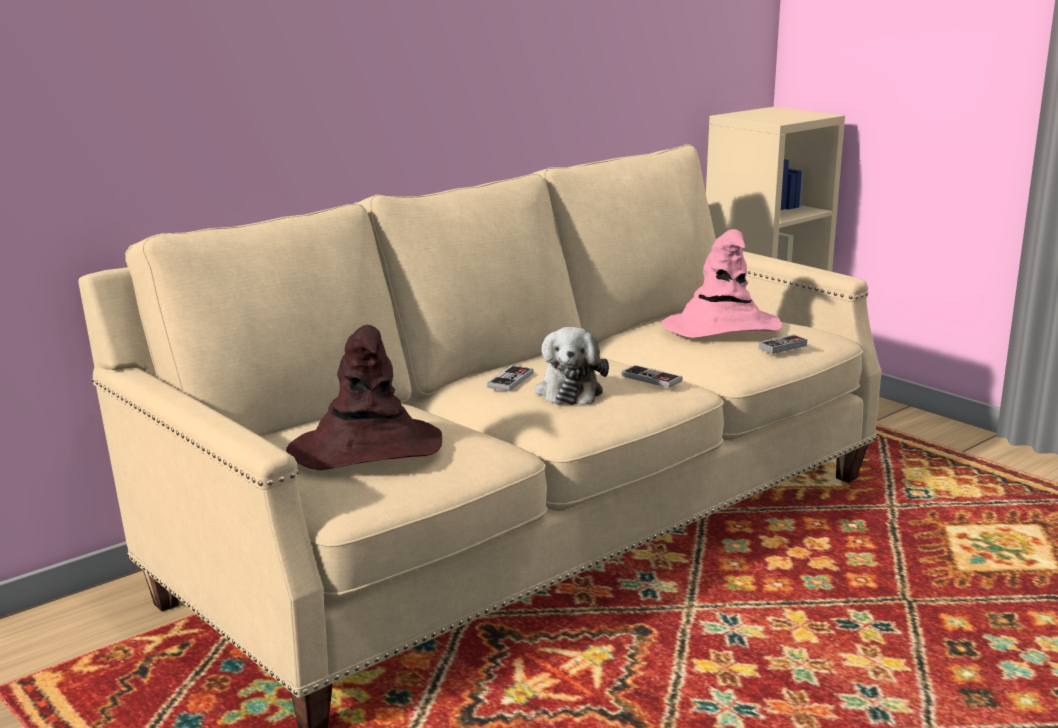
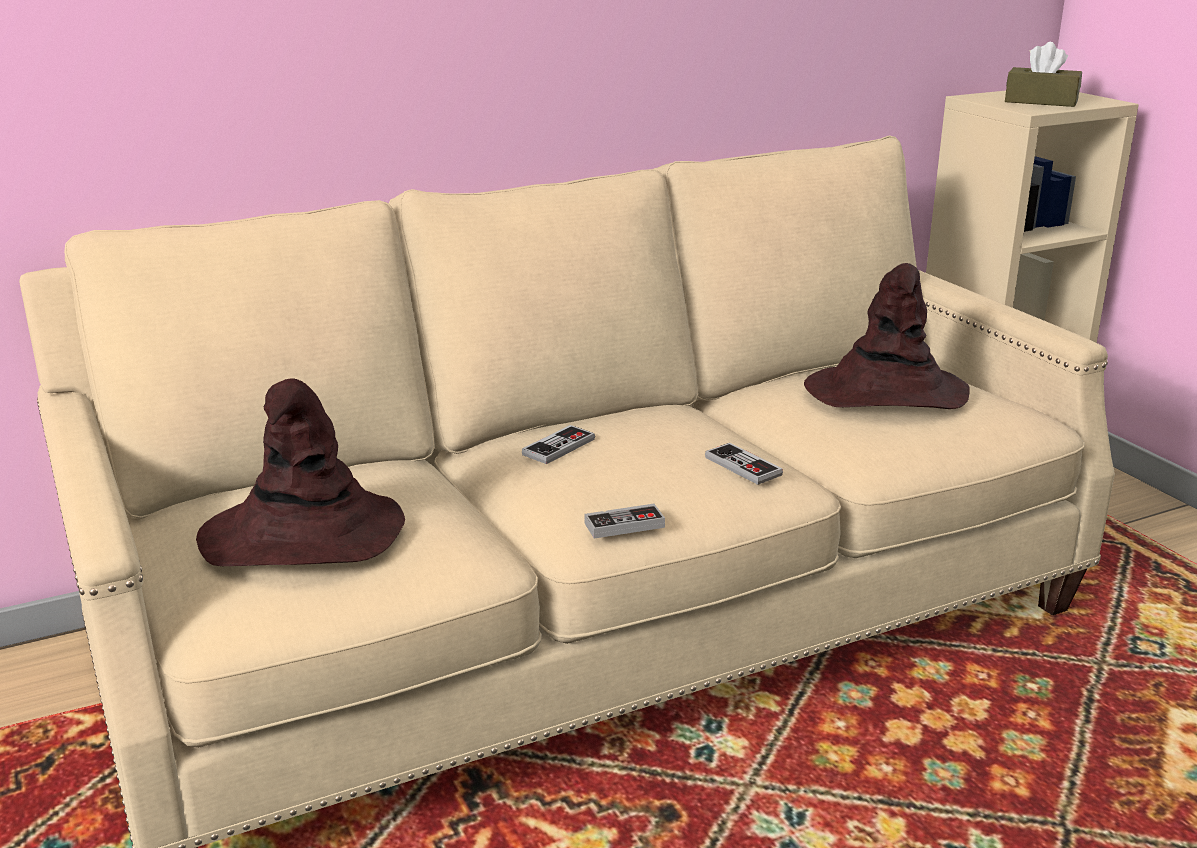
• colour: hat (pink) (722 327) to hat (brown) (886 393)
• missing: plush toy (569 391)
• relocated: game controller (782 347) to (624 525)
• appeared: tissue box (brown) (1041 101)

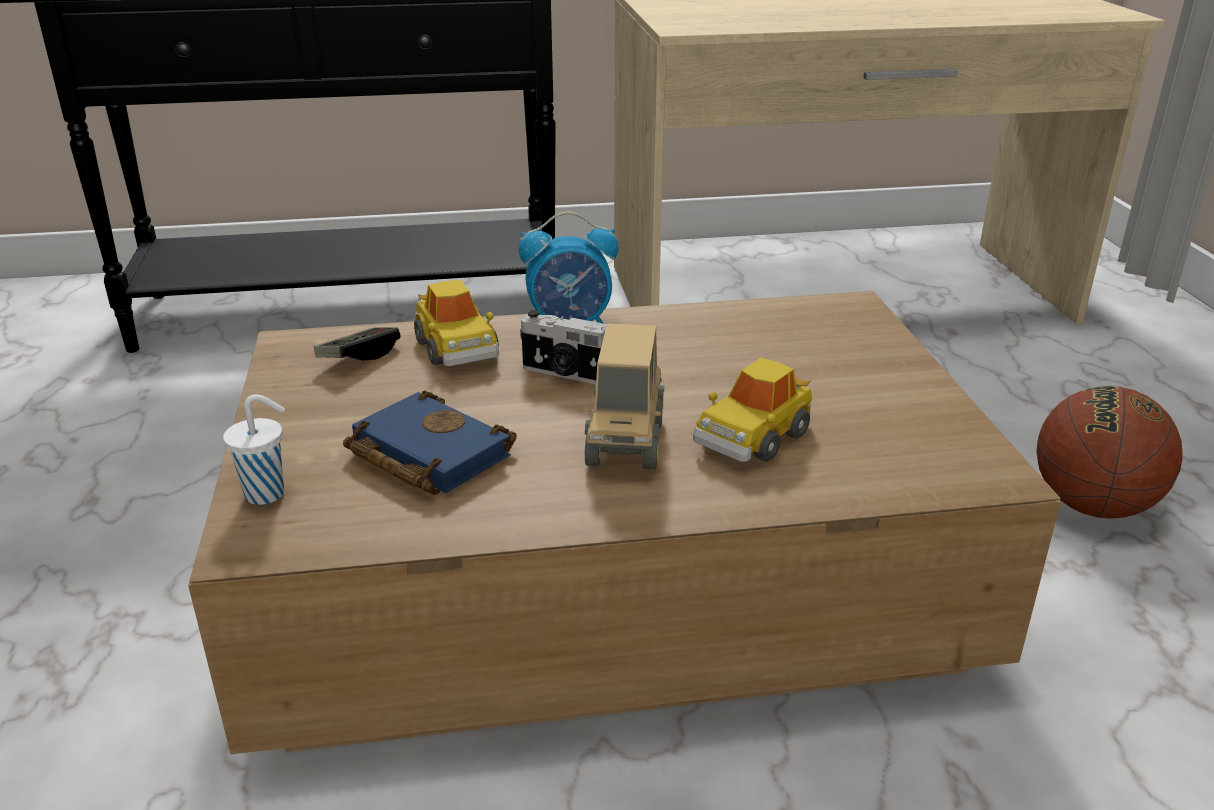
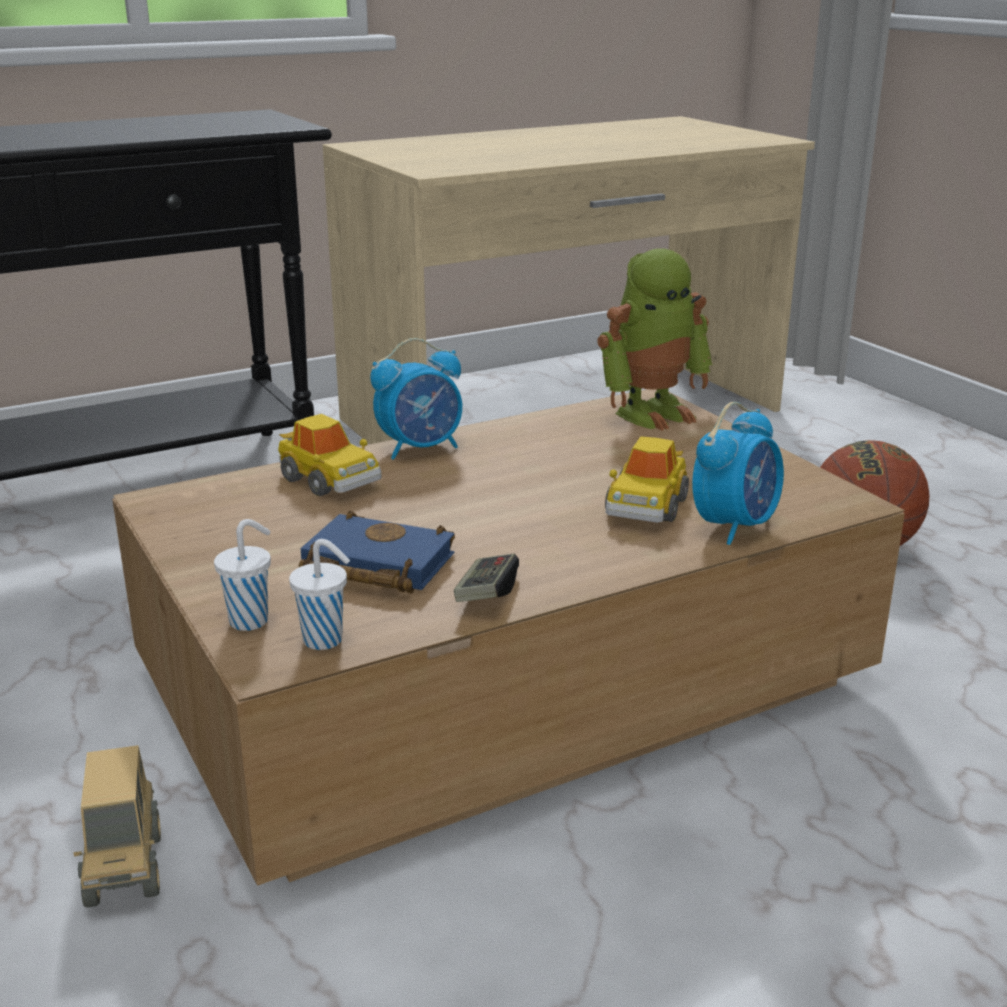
• missing: photo camera (566 374)
• relocated: toy truck (625 443) to (124 868)
• relocated: game controller (359 356) to (486 593)
• appeared: toy robot (652 412)
• appeared: alarm clock (735 526)
• appeared: cup (white) (325 641)

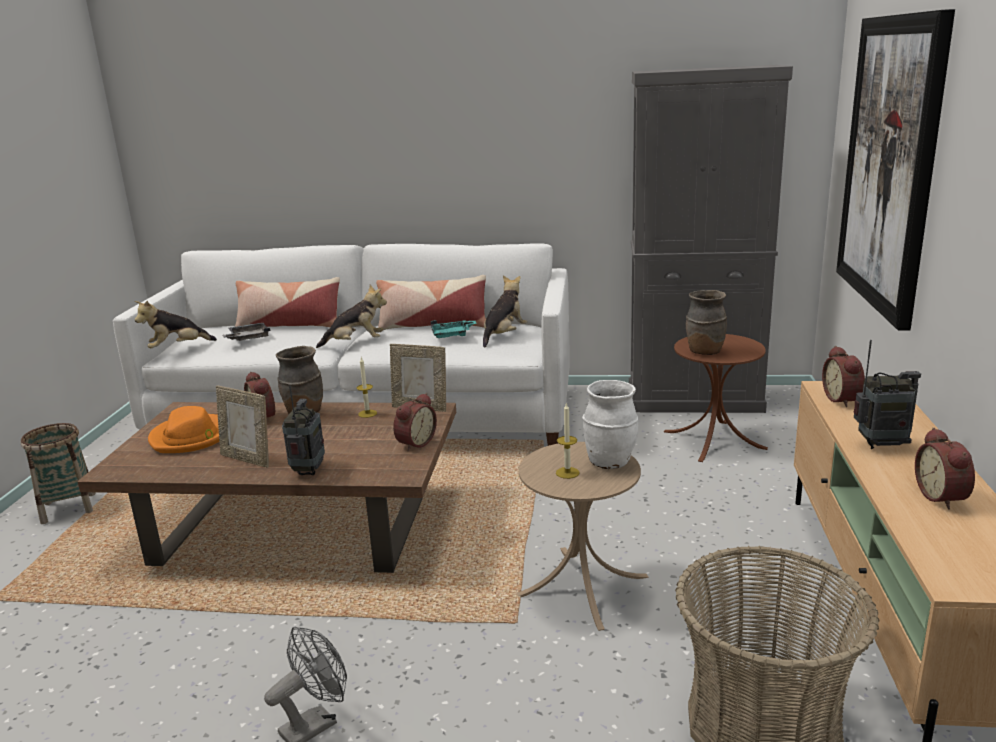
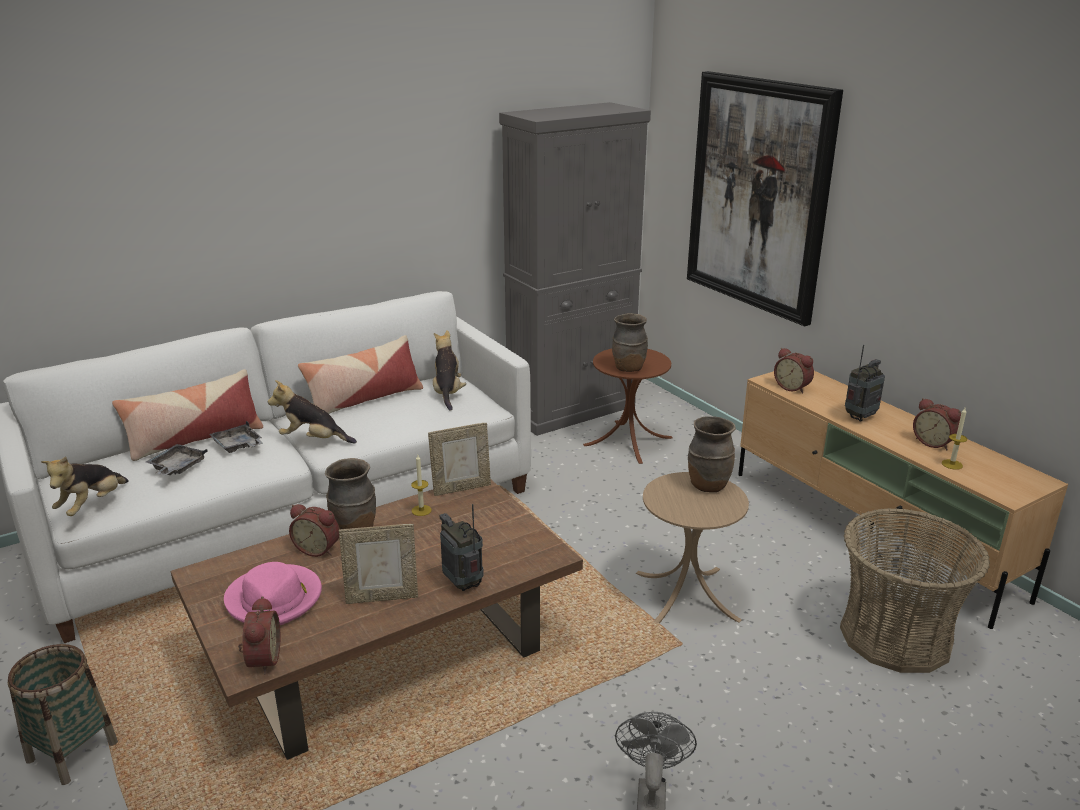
• spun: plush toy (356 343) = (313 440) 120 degrees counterclockwise
• missing: tray (turquoise) (452 335)
• colour: vase (white) (610 462) to vase (brown) (708 485)
• relocated: alarm clock (414 443) to (261 659)
• relocated: candle (567 473) to (952 464)
• colour: hat (orange) (191 437) to hat (pink) (275 599)
• appeared: tray (grey) (238 446)

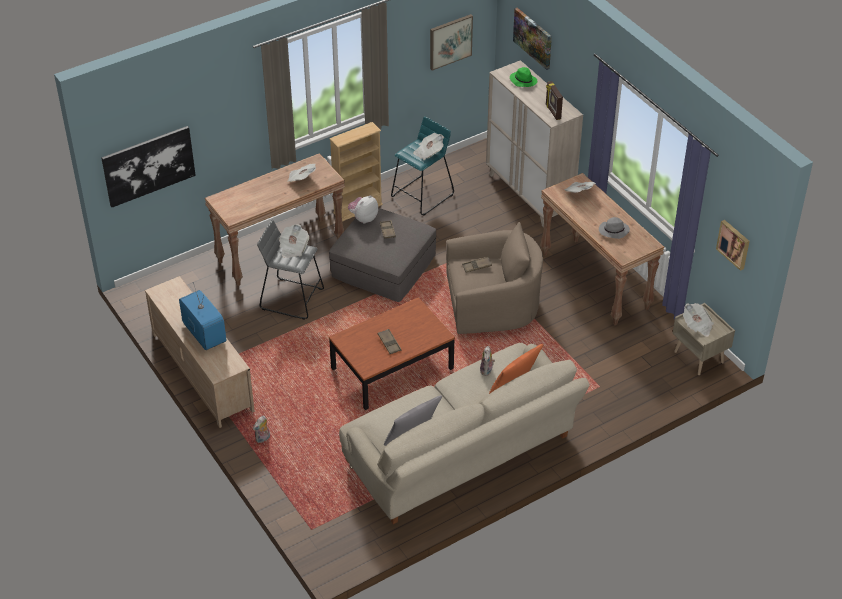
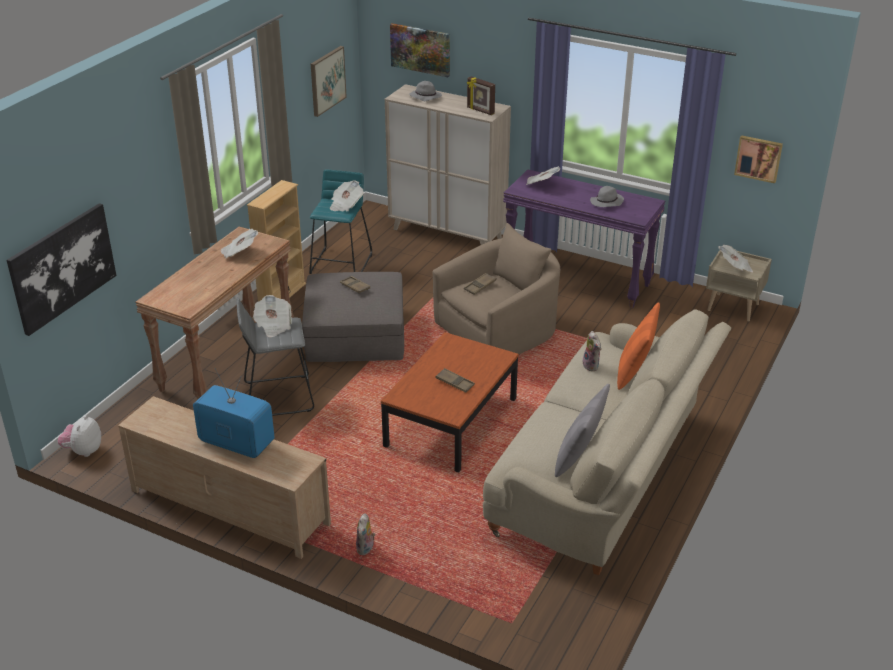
• colour: hat (green) (523 80) to hat (grey) (425 97)
• colour: console table (brown) (595 281) to console table (purple) (578 279)
• relocated: plush toy (363 218) to (83 451)

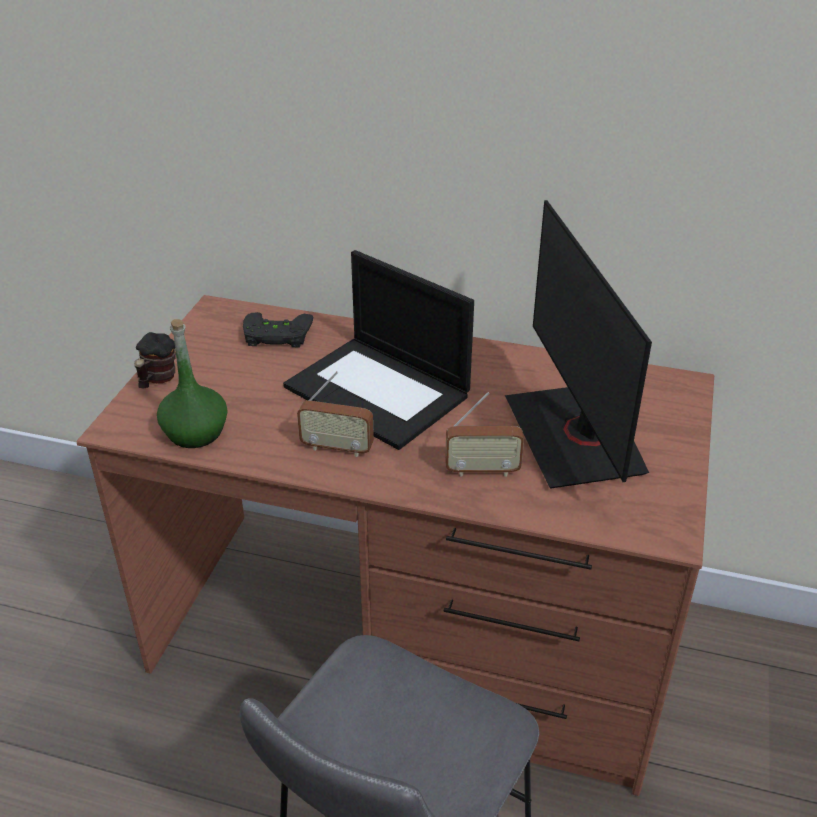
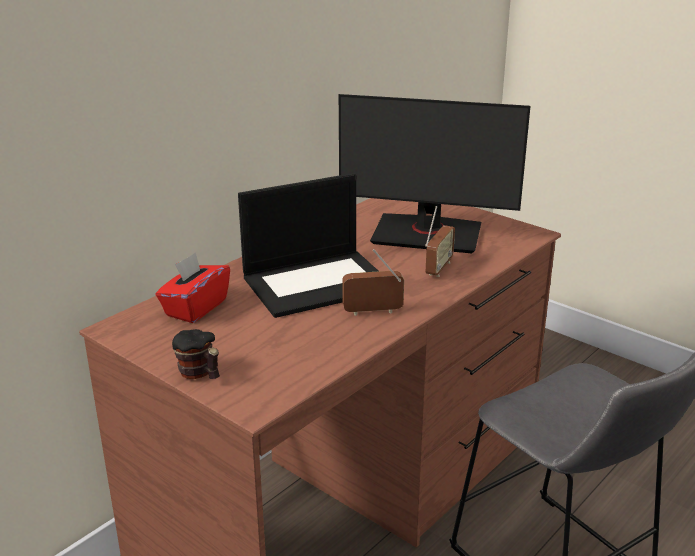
• exchanged: game controller (black) (276 336) to tissue box (red) (195 308)
• missing: bottle (green) (196 432)
• spun: radio (337 448) = (373 312) 135 degrees counterclockwise

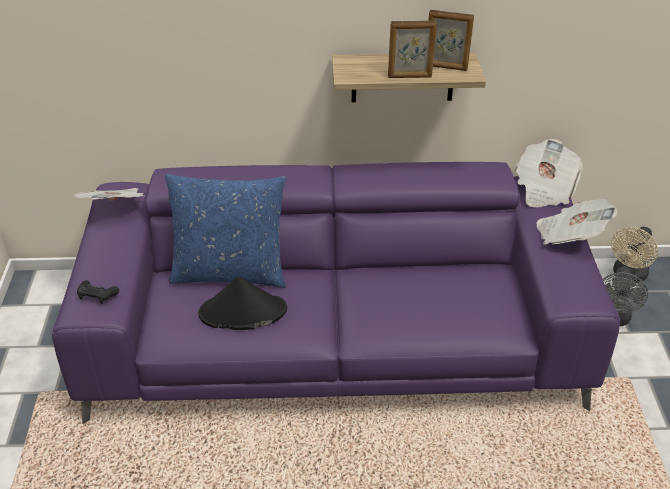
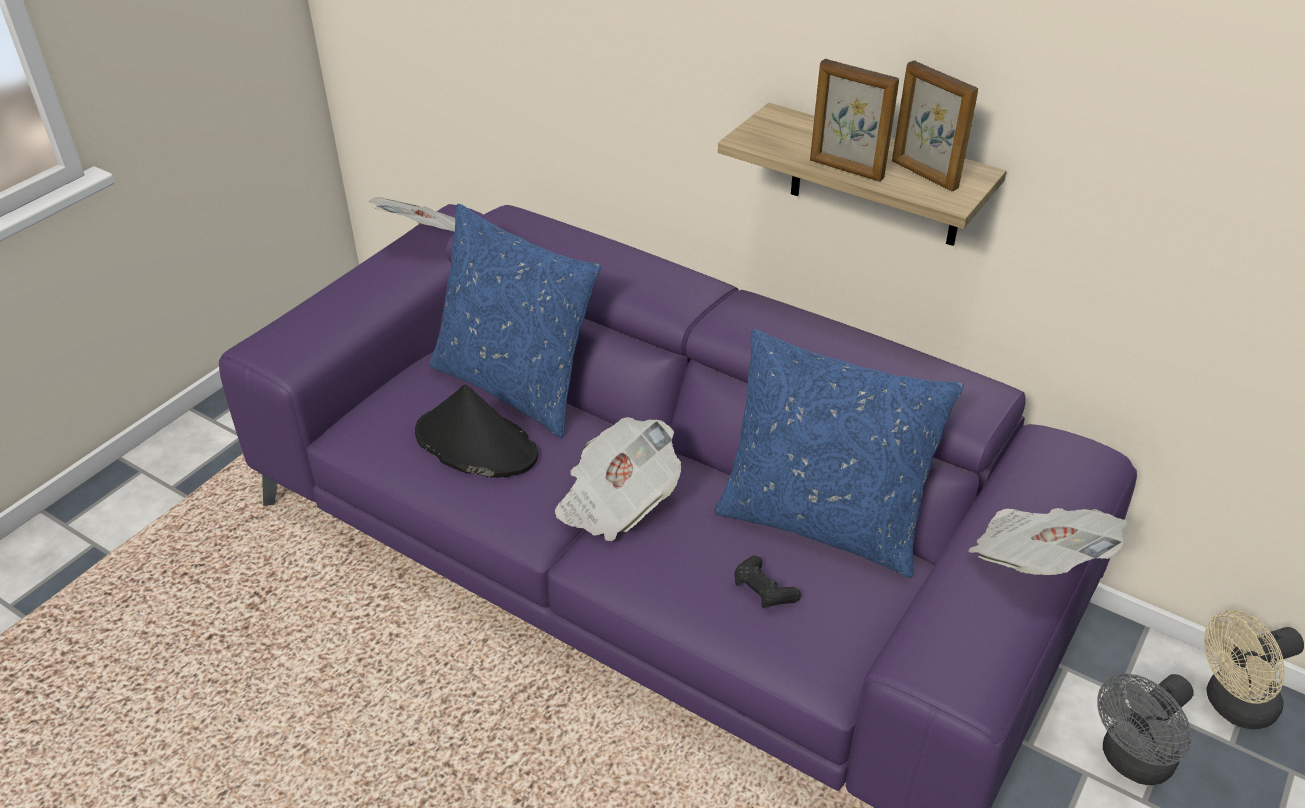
• relocated: newspaper (544 189) to (616 502)
• relocated: game controller (black) (97 296) to (763 590)
• appeared: pillow (blue) (822 521)

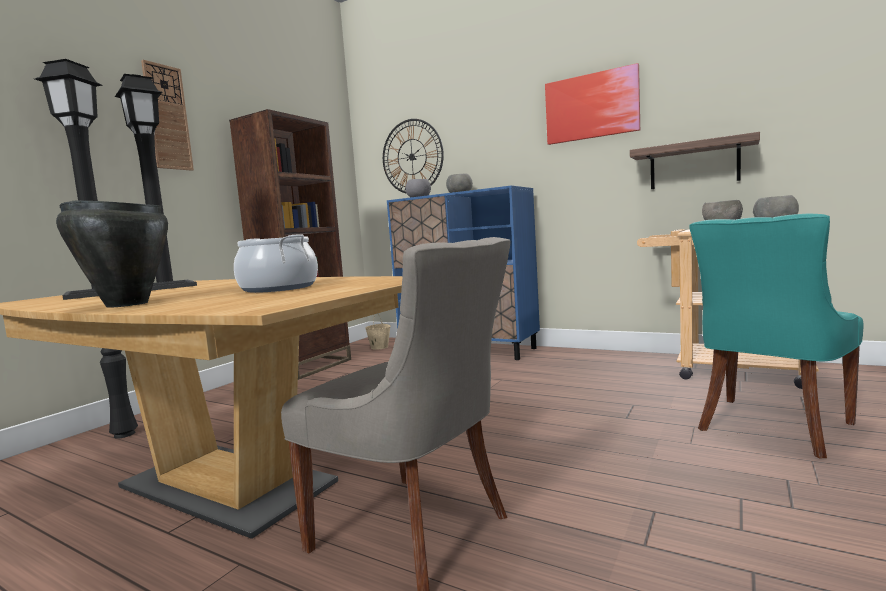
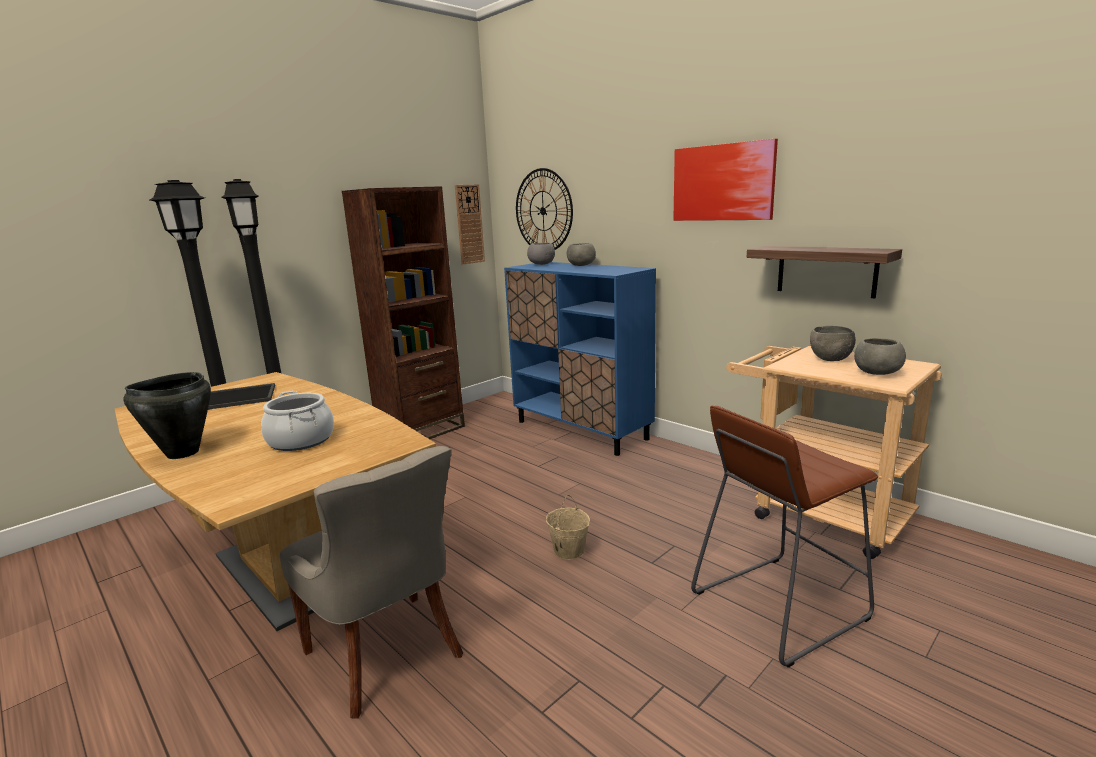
• relocated: wall clock (167 117) to (469 224)
• exchanged: chair (turquoise) (771 427) to stool (brown) (778 606)
• relocated: bucket (beige) (379 347) to (568 551)

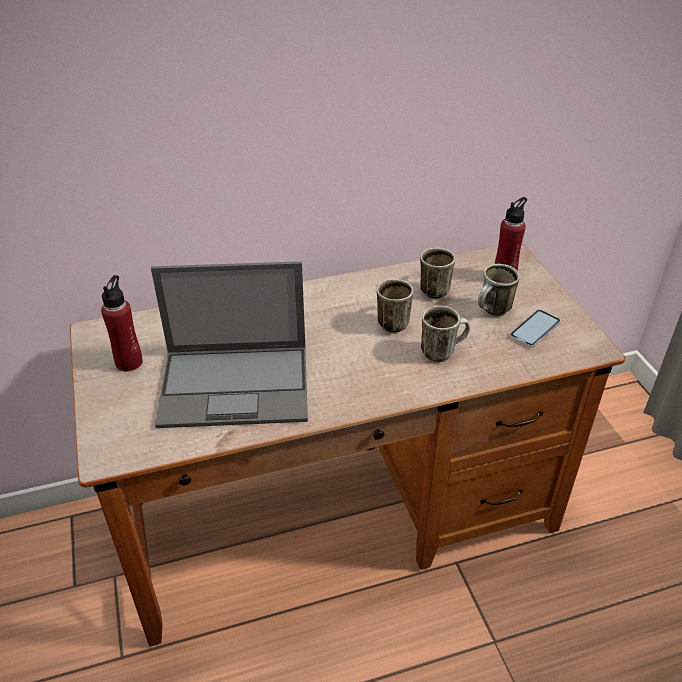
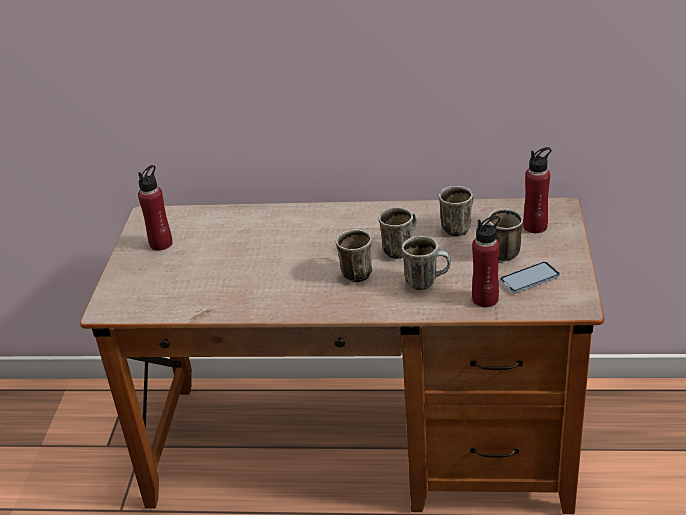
• missing: laptop (237 385)
• appeared: bottle (red) (485 299)
• appeared: mug (353 272)

